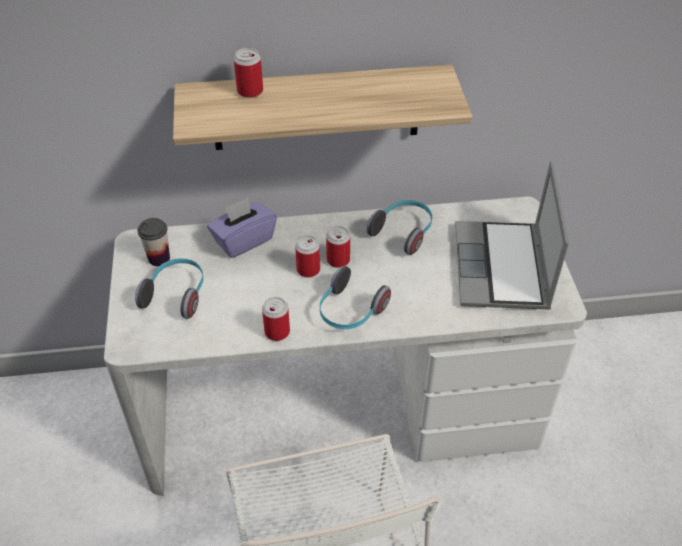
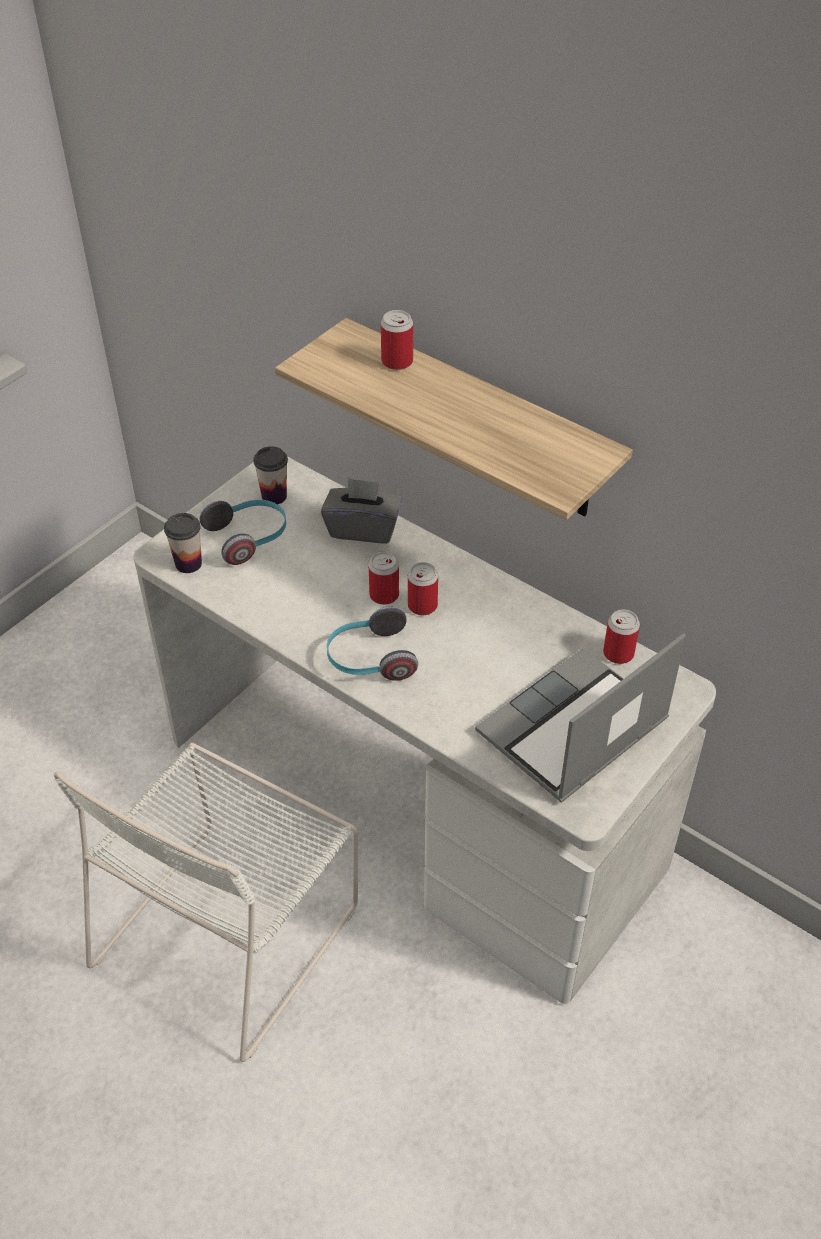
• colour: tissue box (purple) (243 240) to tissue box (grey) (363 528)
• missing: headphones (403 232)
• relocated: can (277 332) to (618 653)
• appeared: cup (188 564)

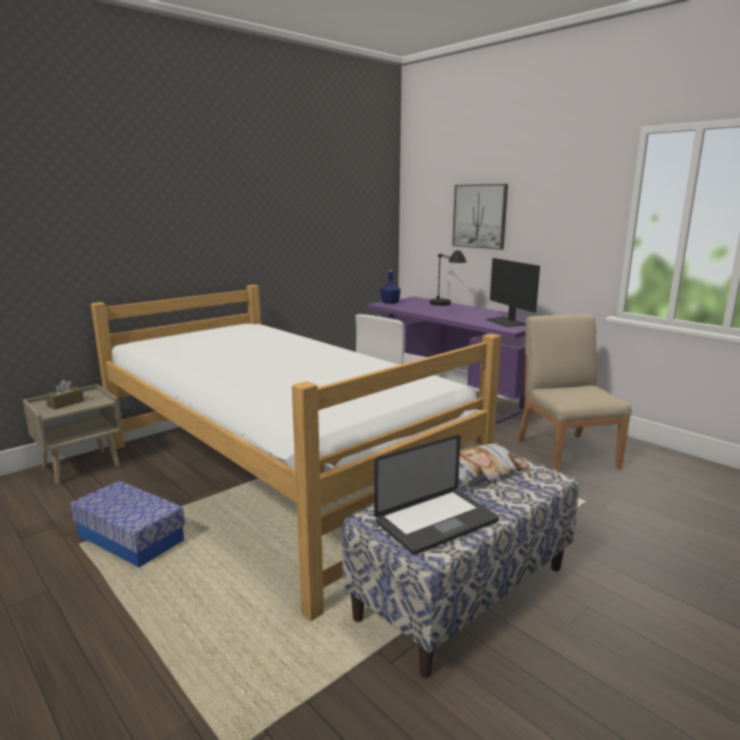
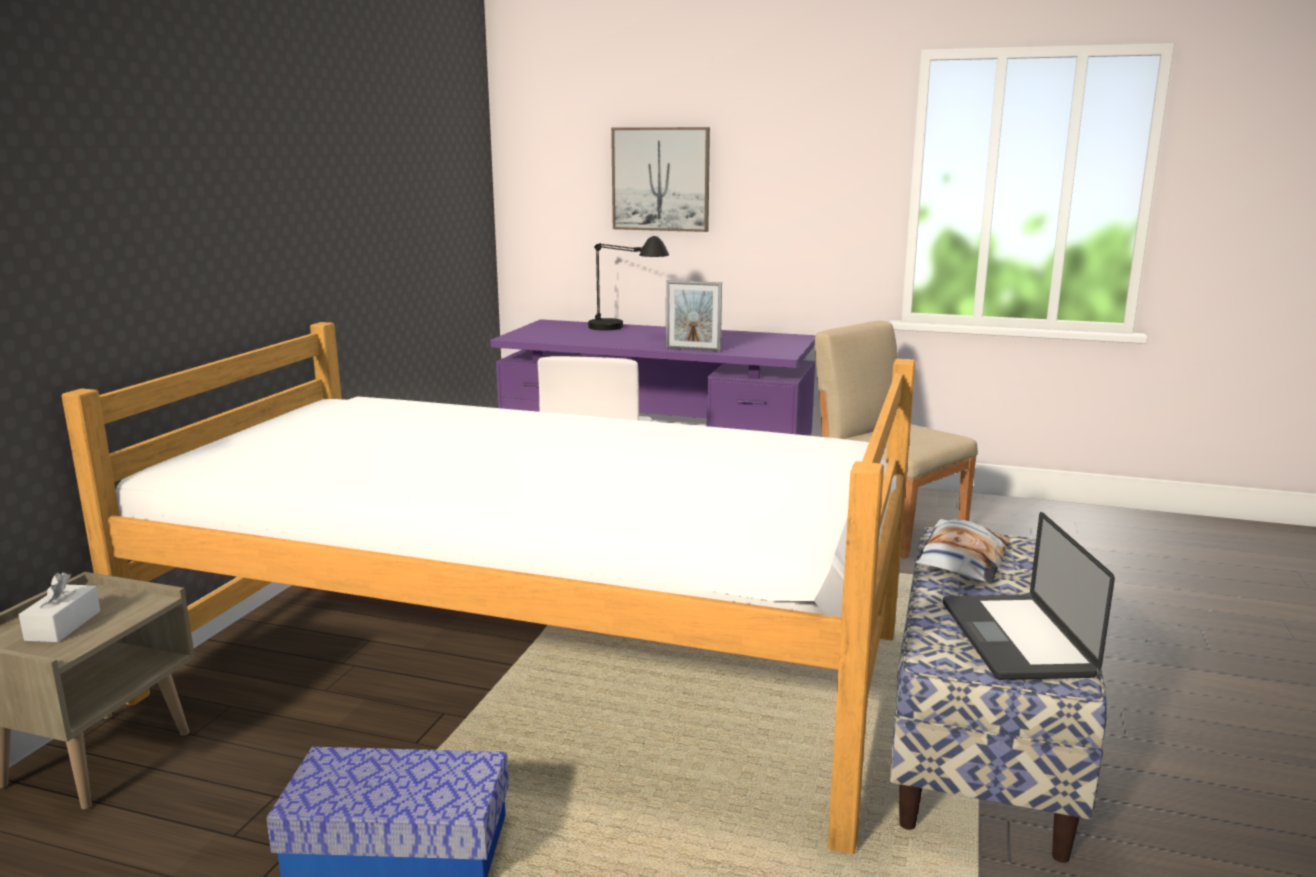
• missing: monitor (506 322)
• missing: bottle (blue) (390 303)
• colour: tissue box (brown) (65 403) to tissue box (white) (63 625)
• spun: laptop (436 522) = (1015 639) 150 degrees clockwise
• appeared: picture frame (693 349)

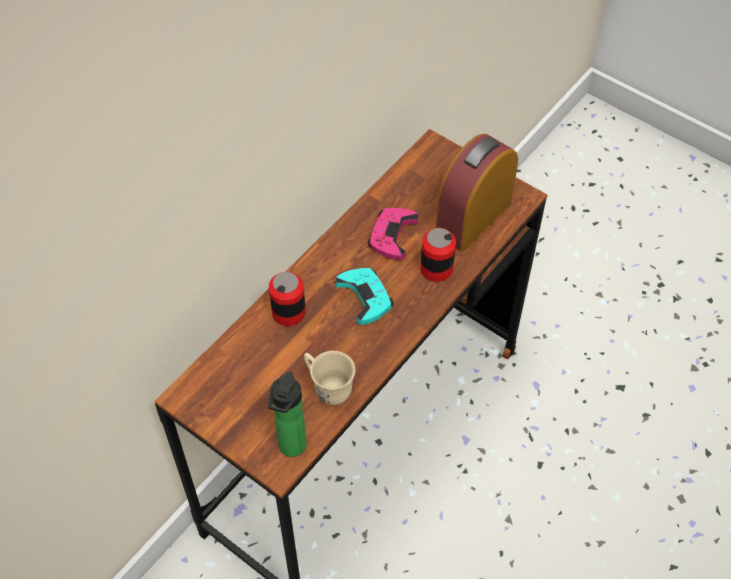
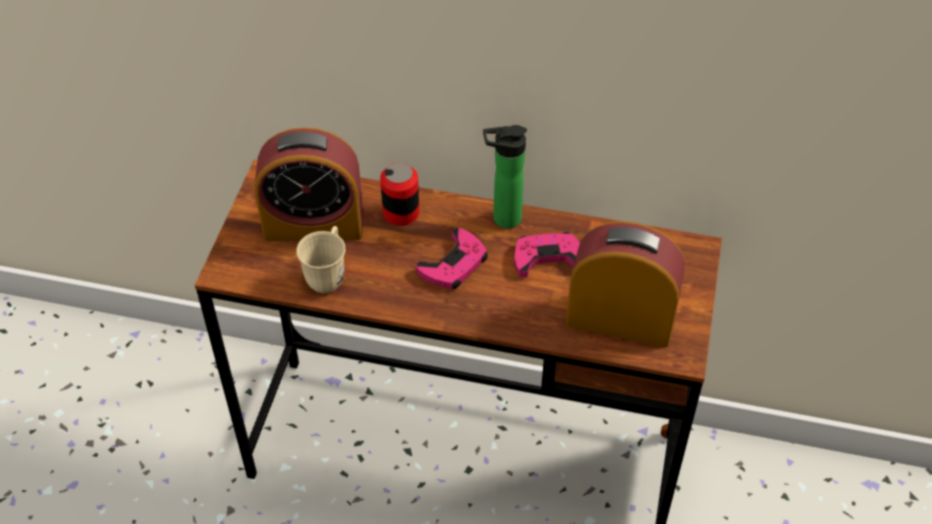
• missing: can (436 269)
• colour: game controller (turquoise) (365 297) to game controller (pink) (454 264)
• relocated: bottle (291 449) to (502 219)
• appeared: alarm clock (314 224)

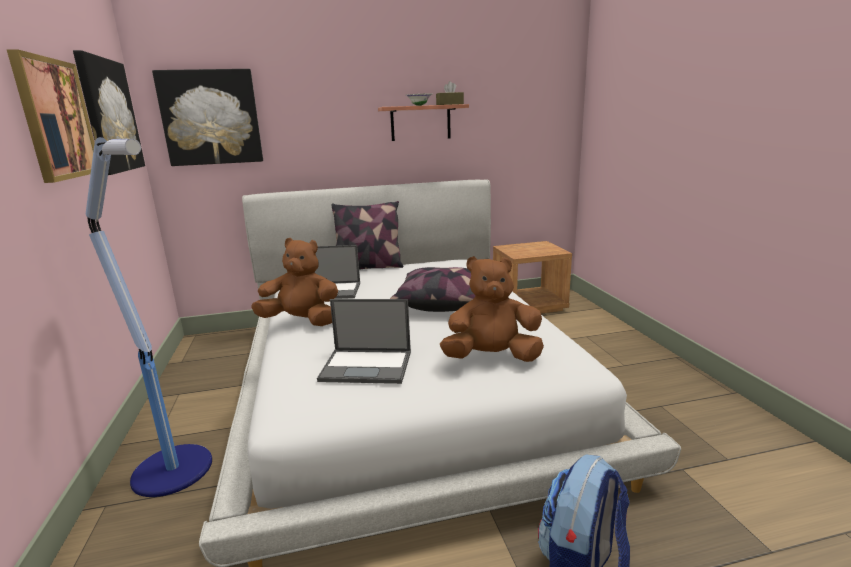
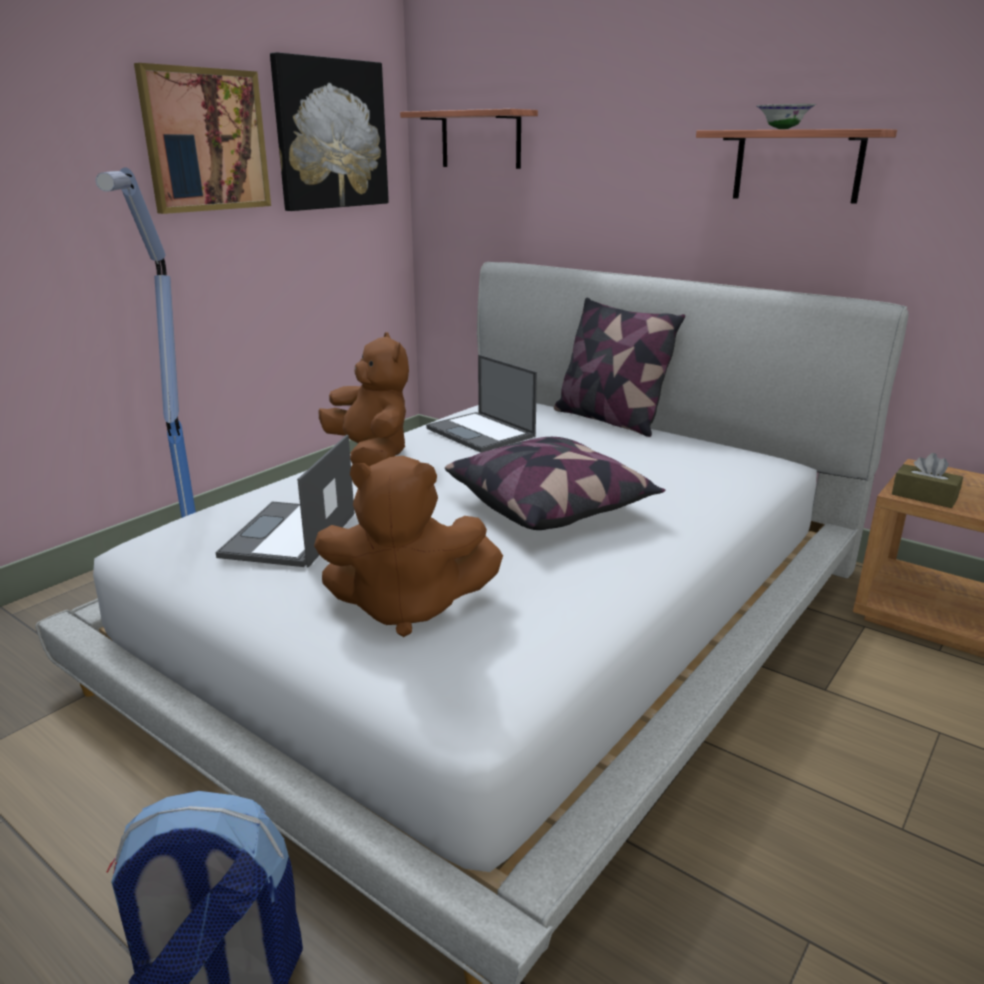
• exchanged: picture (211 118) to shelf (481 139)
• relocated: tissue box (brown) (449 104) to (924 496)
• spun: plush toy (brown) (492 357) = (407 607) 135 degrees clockwise
• spun: laptop (367 366) = (289 536) 45 degrees clockwise

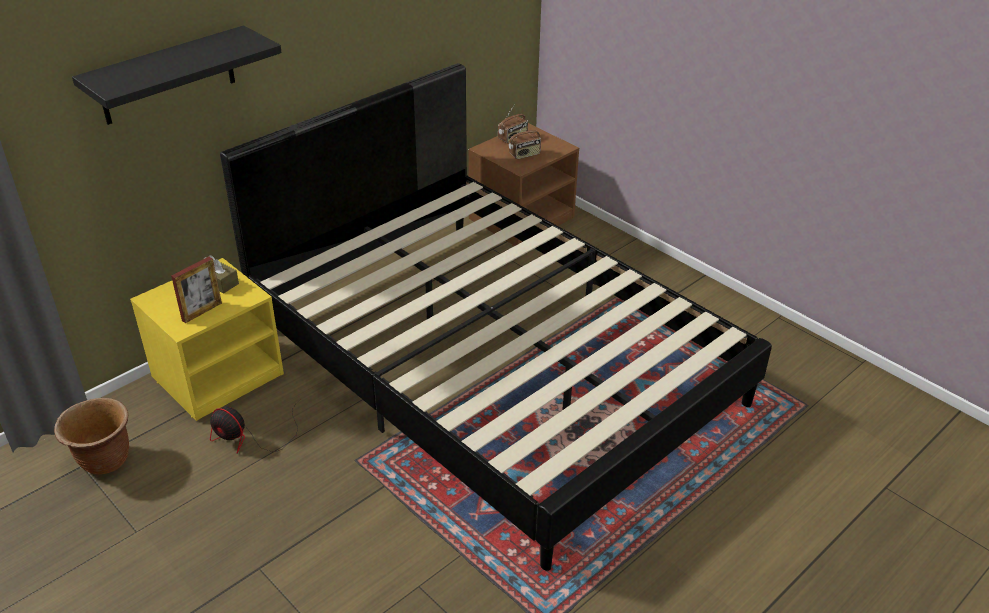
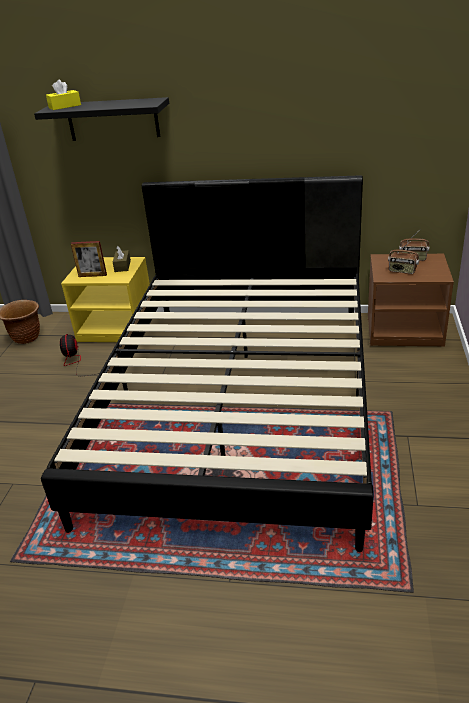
• appeared: tissue box (yellow) (65 106)

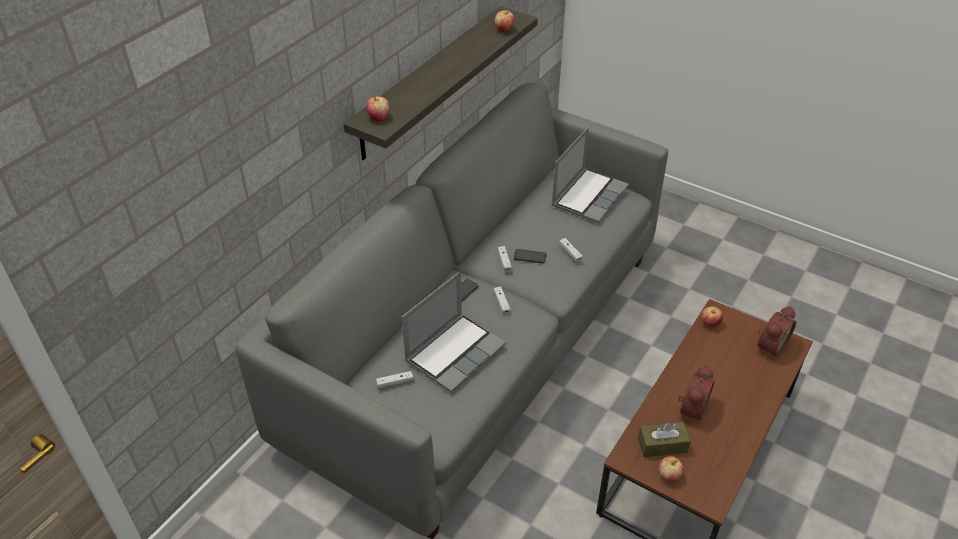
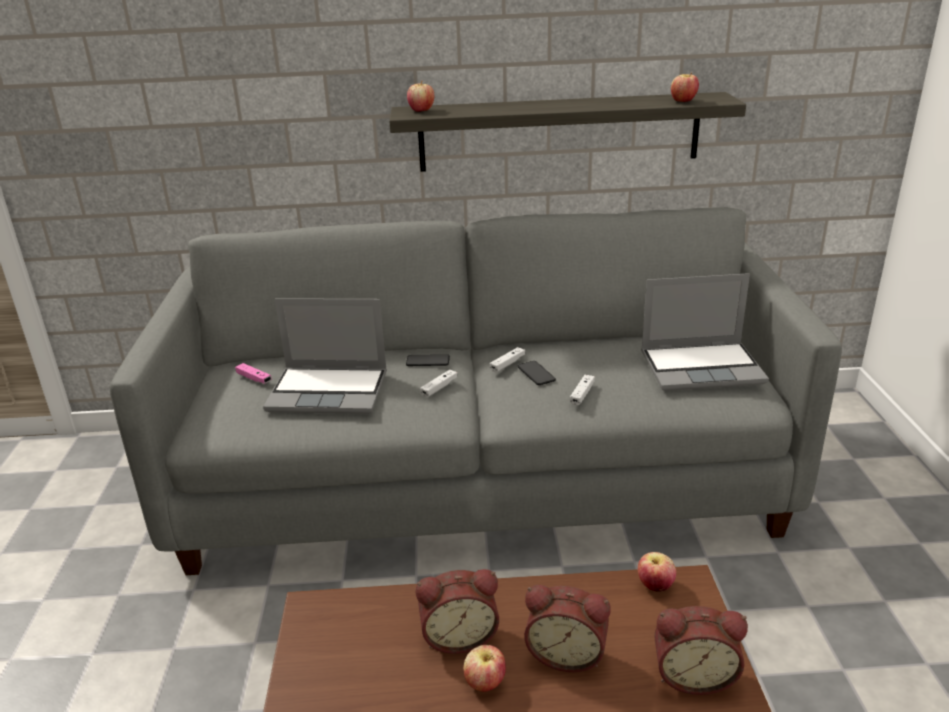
• colour: game controller (white) (395 382) to game controller (pink) (254 378)
• missing: tissue box (brown) (662 445)
• relocated: apple (668 476) to (485 683)
• appeared: alarm clock (566 653)

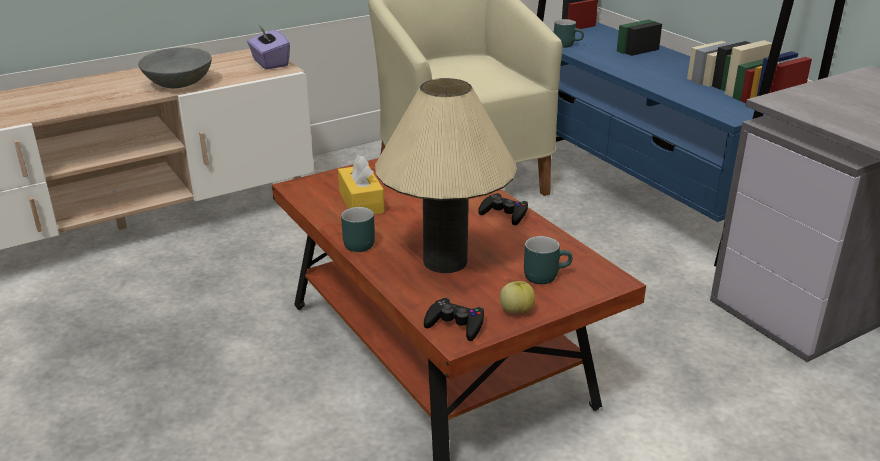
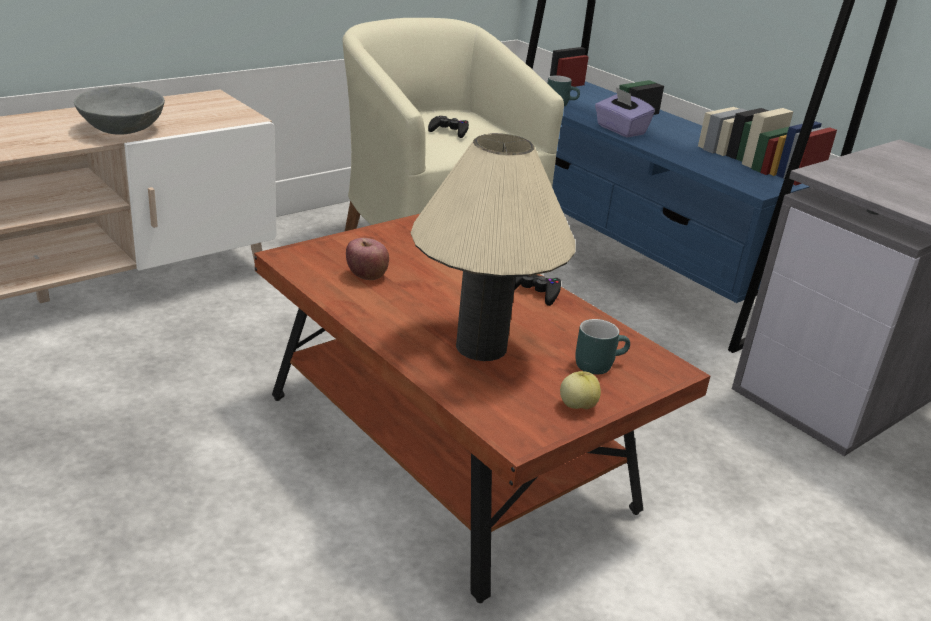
• relocated: tissue box (purple) (269 63) to (620 130)
• exchanged: tissue box (yellow) (361 202) to apple (366 276)
• missing: mug (turquoise) (357 242)
• relocated: game controller (black) (455 324) to (449 131)

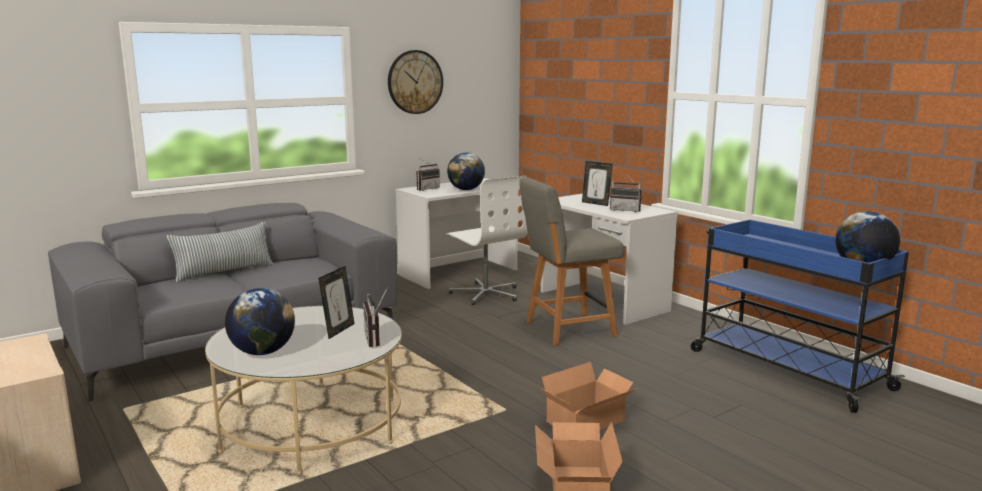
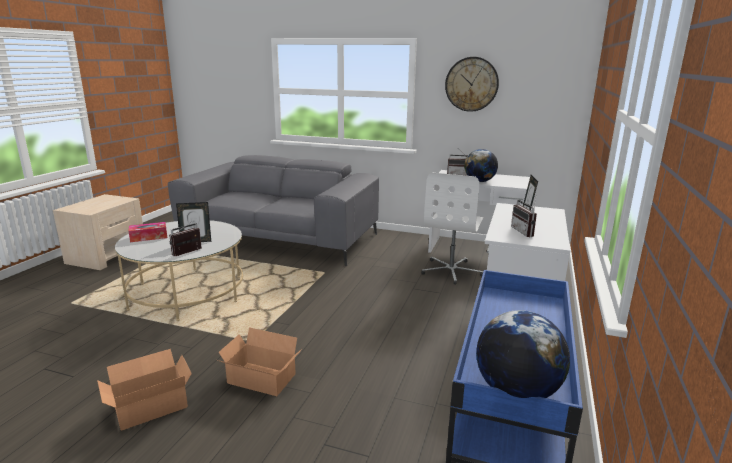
• missing: chair (grey) (567 329)
• missing: pillow (224 272)
• exchanged: globe (262 352) to tissue box (149 237)

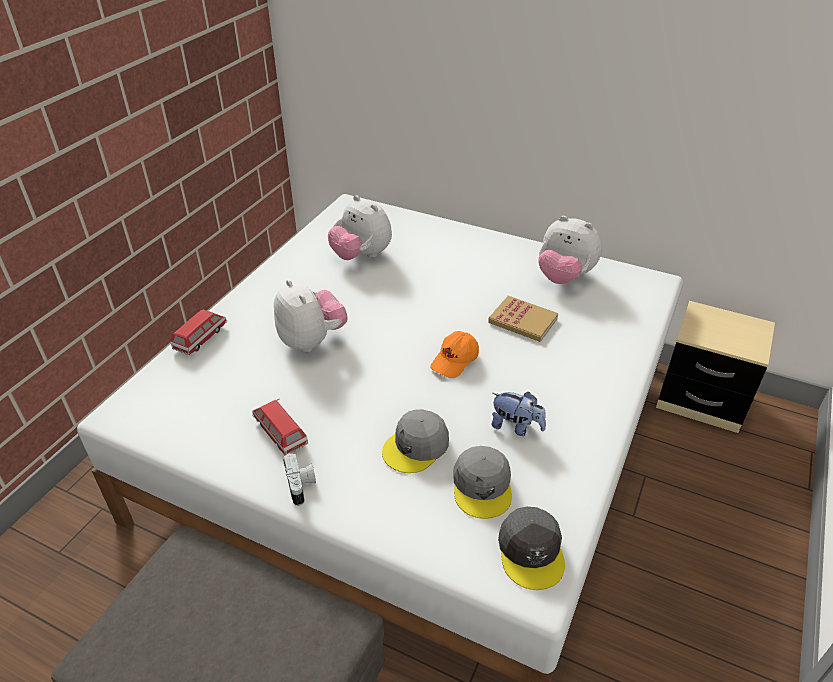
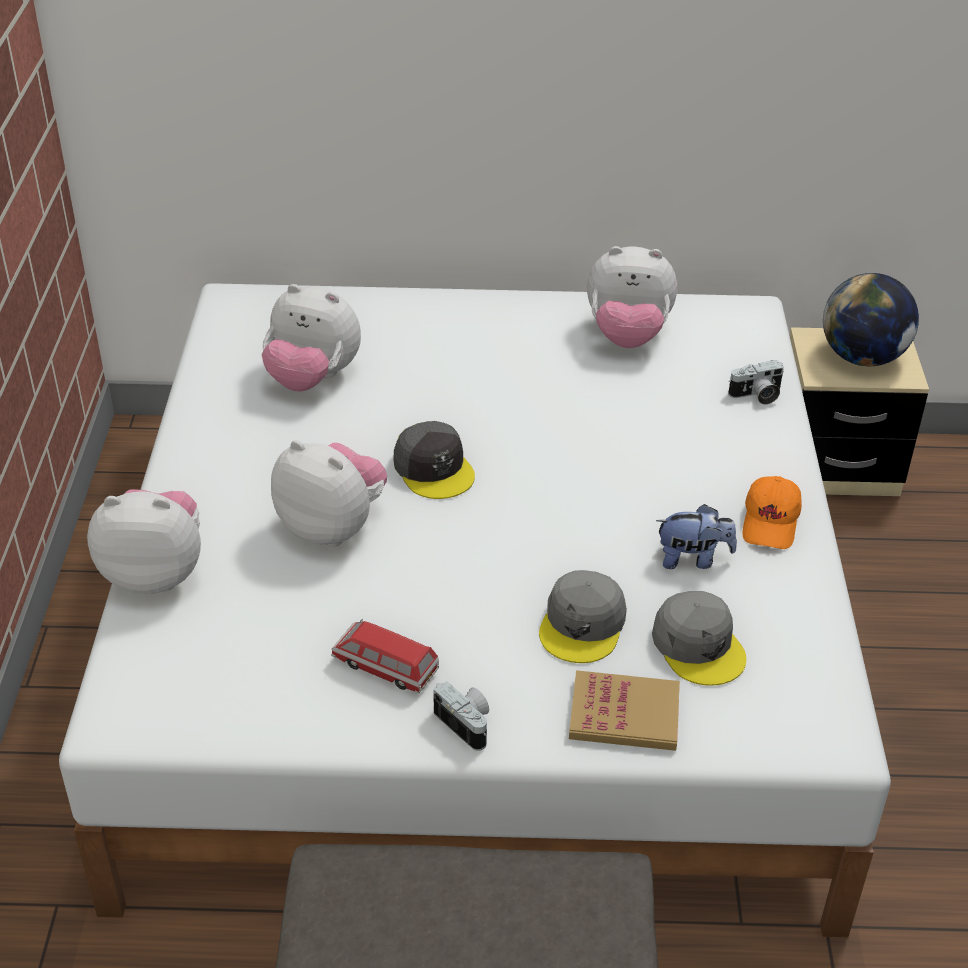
• relocated: book (522 321) to (624 714)
• exchanged: toy car (201 338) to plush toy (155 573)
• relocated: cap (orange) (455 361) to (771 523)
• relocated: cap (grey) (531 551) to (434 469)
• appeared: globe (862 357)
• appeared: photo camera (757 395)

